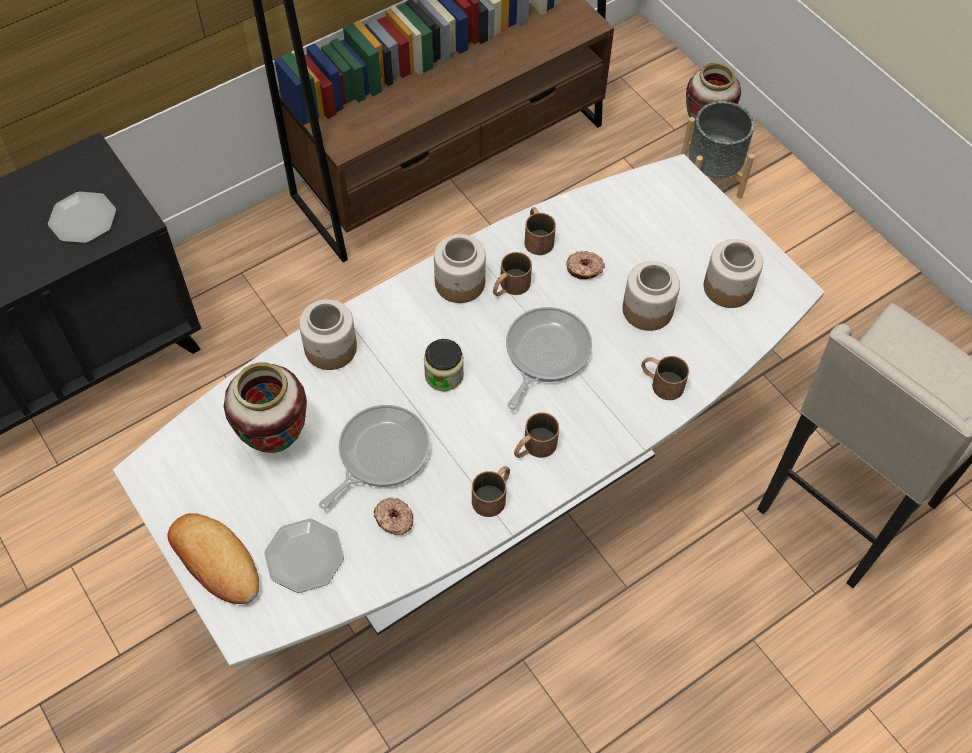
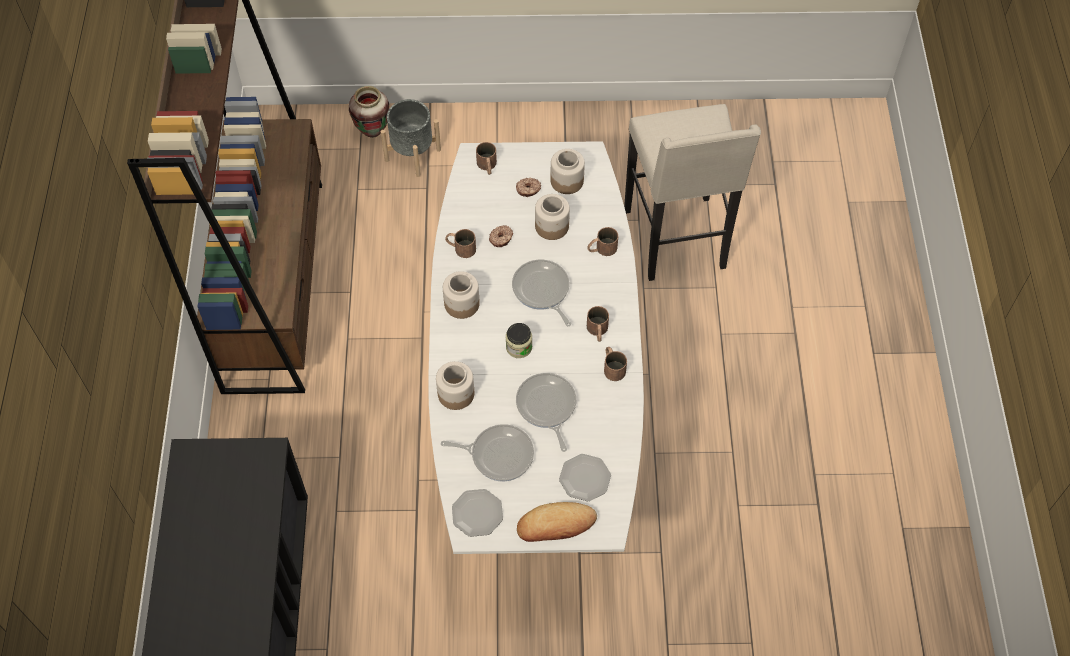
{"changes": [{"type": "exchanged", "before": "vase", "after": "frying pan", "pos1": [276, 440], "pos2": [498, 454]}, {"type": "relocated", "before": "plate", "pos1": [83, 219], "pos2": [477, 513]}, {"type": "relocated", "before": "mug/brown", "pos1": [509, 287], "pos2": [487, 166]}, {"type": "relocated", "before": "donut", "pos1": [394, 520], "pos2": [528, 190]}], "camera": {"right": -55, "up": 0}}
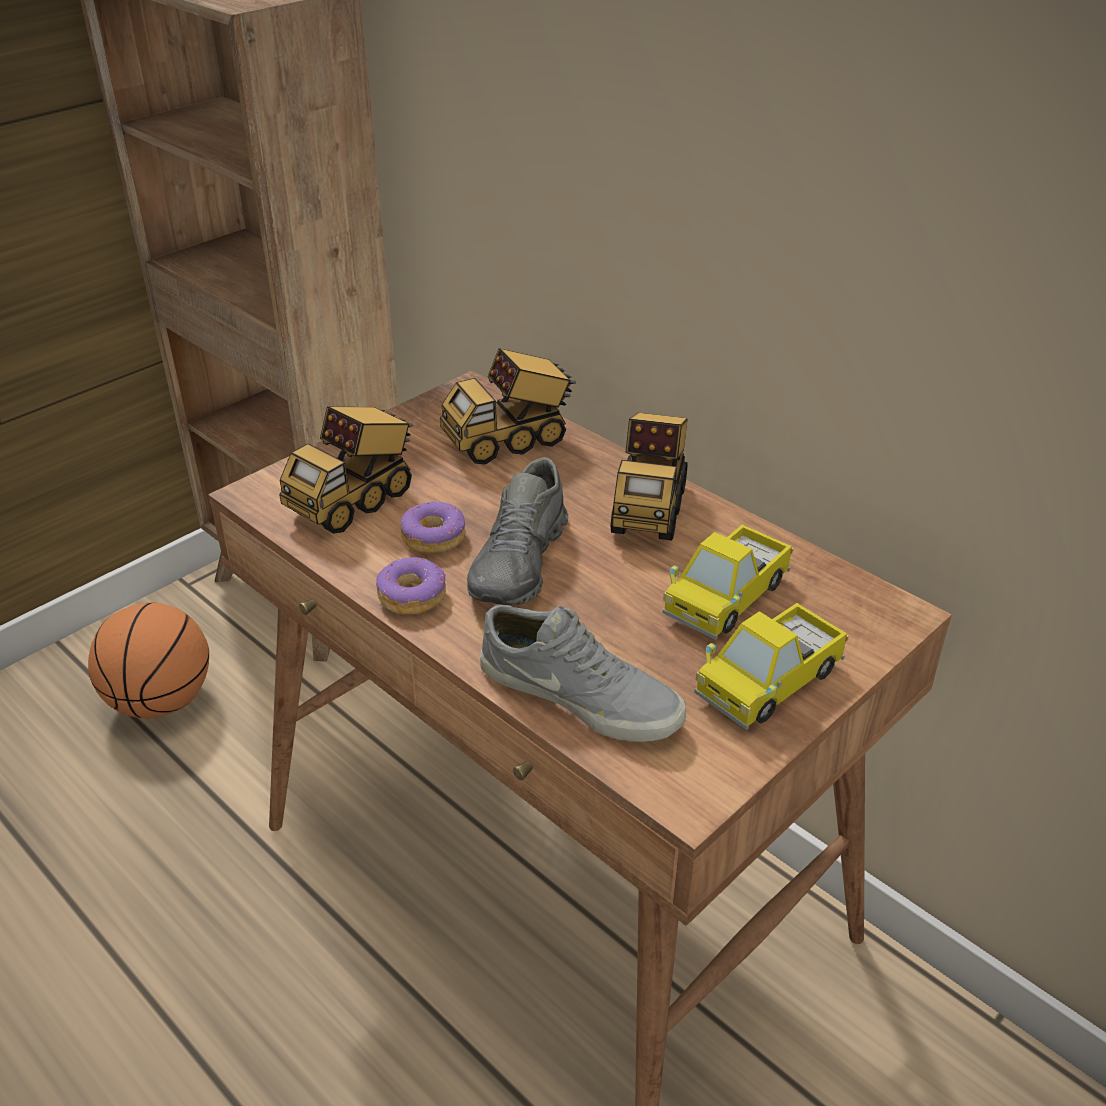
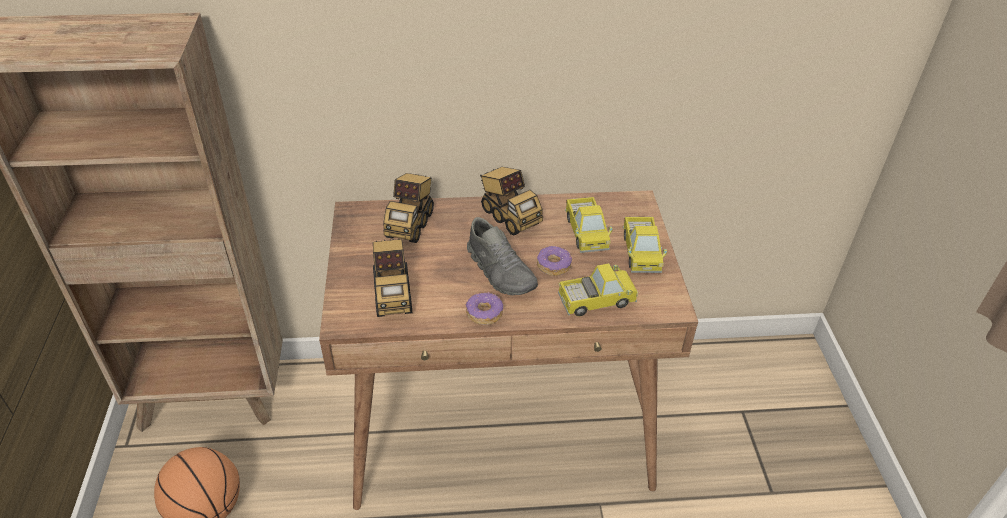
{"changes": [{"type": "relocated", "before": "donut", "pos1": [434, 537], "pos2": [553, 265]}, {"type": "exchanged", "before": "shoe/grey", "after": "toy truck", "pos1": [582, 693], "pos2": [596, 301]}], "camera": {"right": -50, "up": 5}}
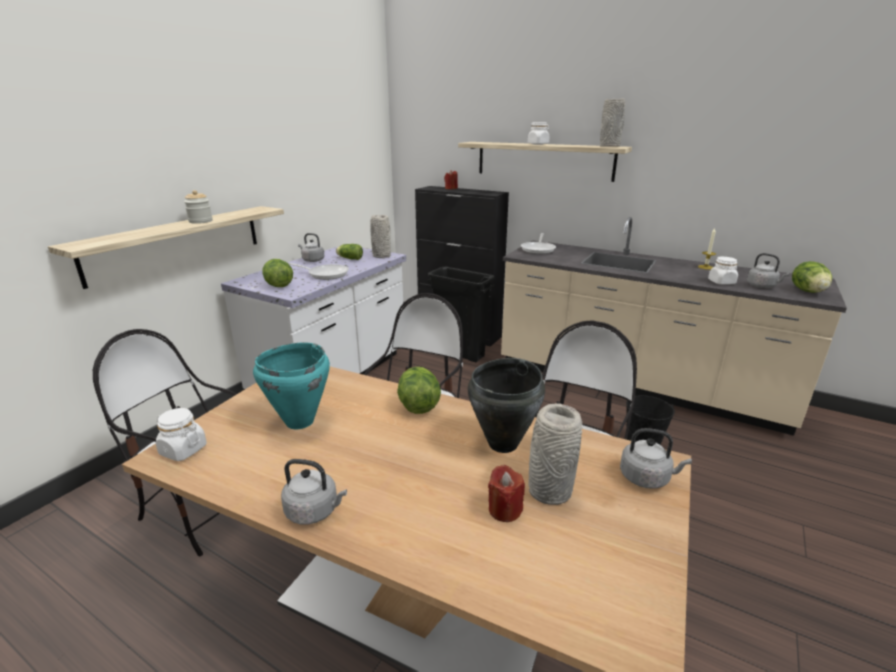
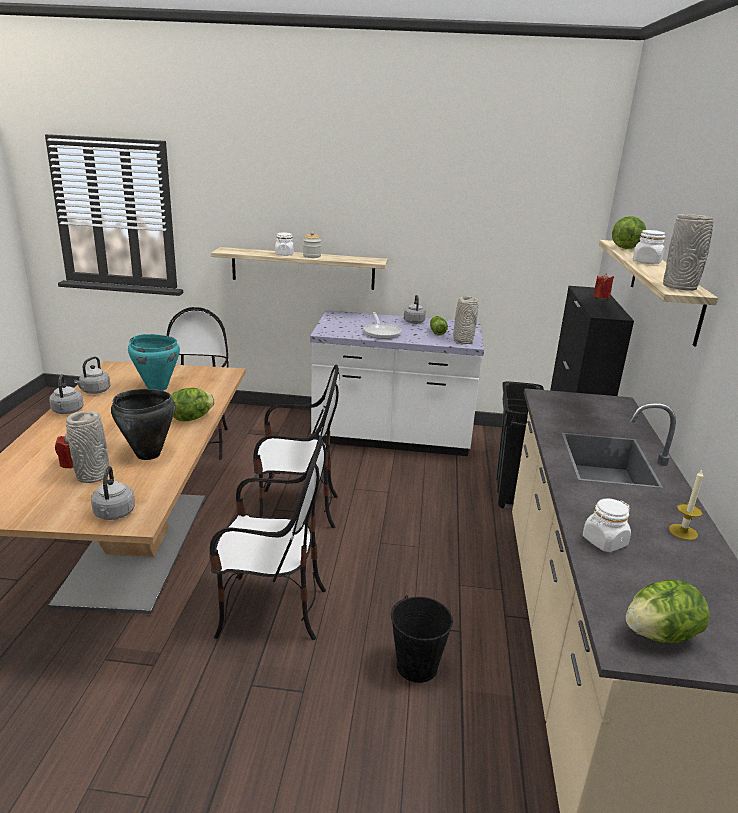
{"changes": [{"type": "relocated", "before": "kettle/grey", "pos1": [762, 286], "pos2": [94, 391]}, {"type": "relocated", "before": "jar/white", "pos1": [183, 450], "pos2": [284, 254]}, {"type": "relocated", "before": "lettuce", "pos1": [278, 285], "pos2": [625, 248]}, {"type": "missing", "before": "frying pan", "pos1": [538, 249]}], "camera": {"right": 65, "up": 0}}
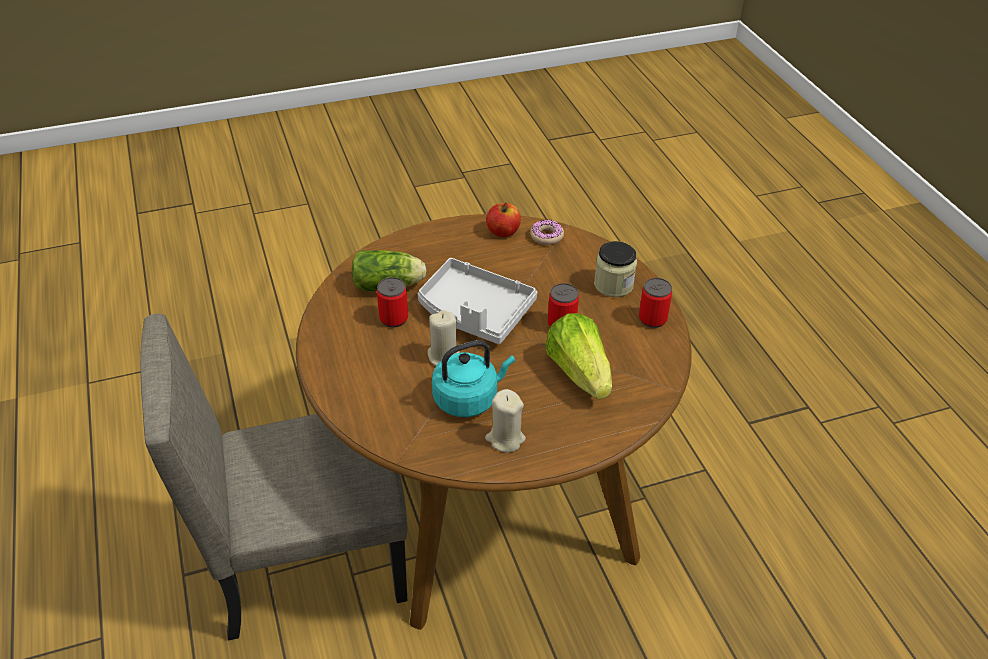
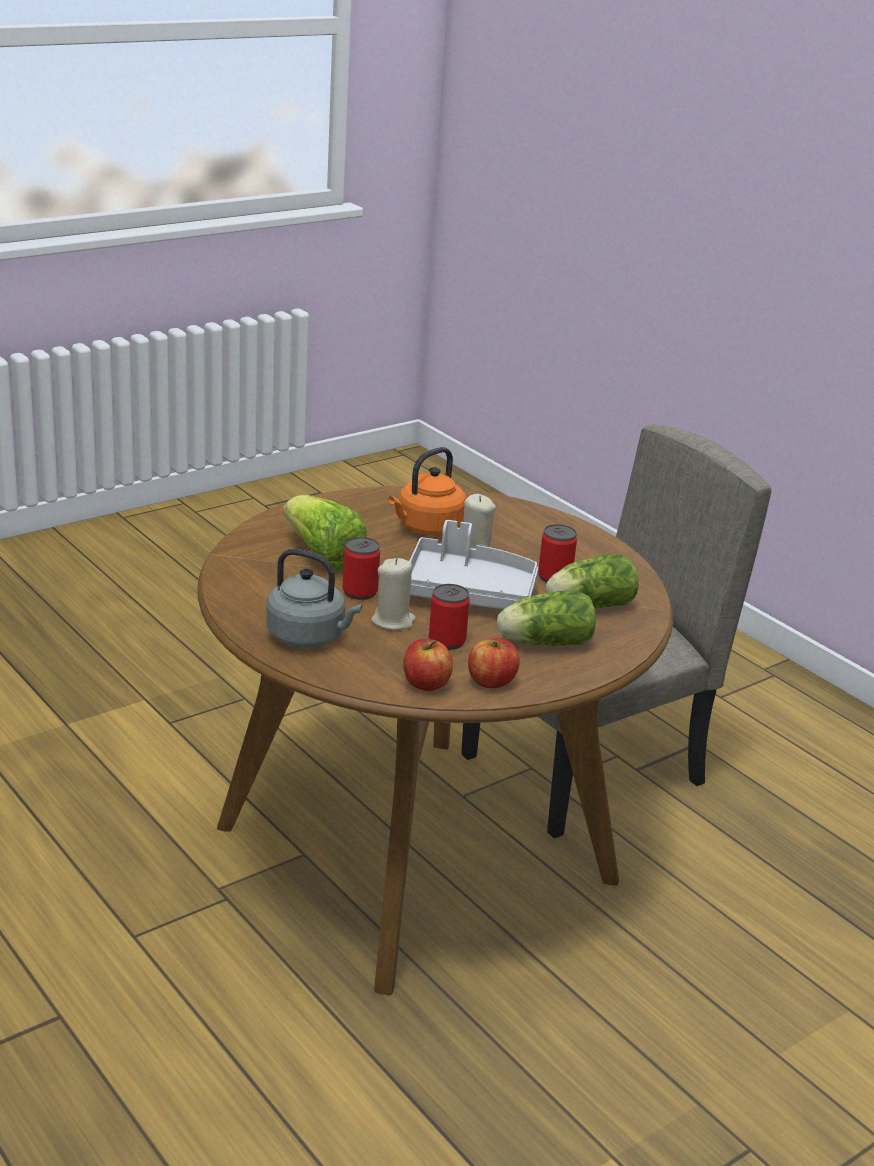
{"changes": [{"type": "exchanged", "before": "jar", "after": "kettle/grey", "pos1": [613, 285], "pos2": [309, 637]}, {"type": "relocated", "before": "candle/beige", "pos1": [505, 438], "pos2": [393, 621]}, {"type": "colour", "before": "kettle/turquoise", "after": "kettle/orange", "pos1": [469, 398], "pos2": [427, 528]}, {"type": "exchanged", "before": "donut", "after": "apple", "pos1": [546, 236], "pos2": [426, 683]}, {"type": "relocated", "before": "can", "pos1": [652, 319], "pos2": [447, 641]}, {"type": "appeared", "after": "lettuce", "pos2": [542, 642]}], "camera": {"right": 160, "up": -15}}
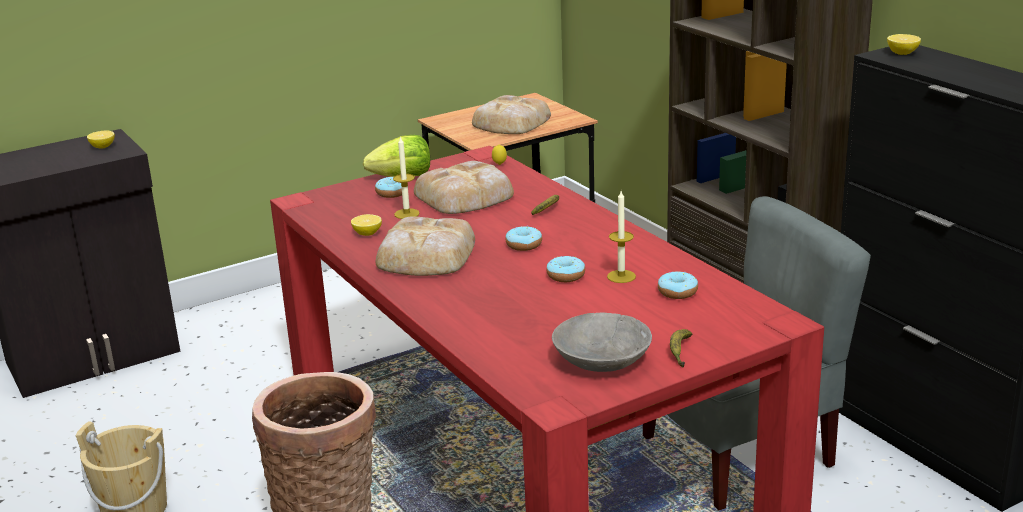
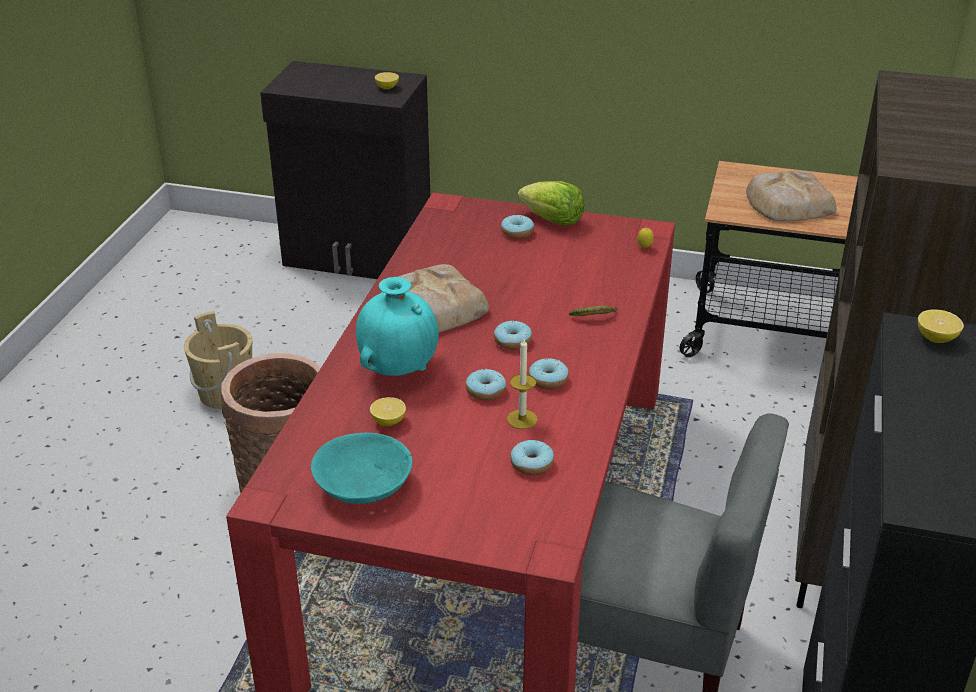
{"changes": [{"type": "colour", "before": "bowl/grey", "after": "bowl/turquoise", "pos1": [601, 361], "pos2": [362, 486]}, {"type": "appeared", "after": "vase/turquoise", "pos2": [399, 370]}, {"type": "relocated", "before": "lemon", "pos1": [367, 233], "pos2": [388, 421]}, {"type": "appeared", "after": "donut", "pos2": [548, 380]}, {"type": "missing", "before": "candle", "pos1": [406, 214]}, {"type": "missing", "before": "bread", "pos1": [466, 196]}, {"type": "missing", "before": "banana", "pos1": [680, 352]}], "camera": {"right": 45, "up": 10}}
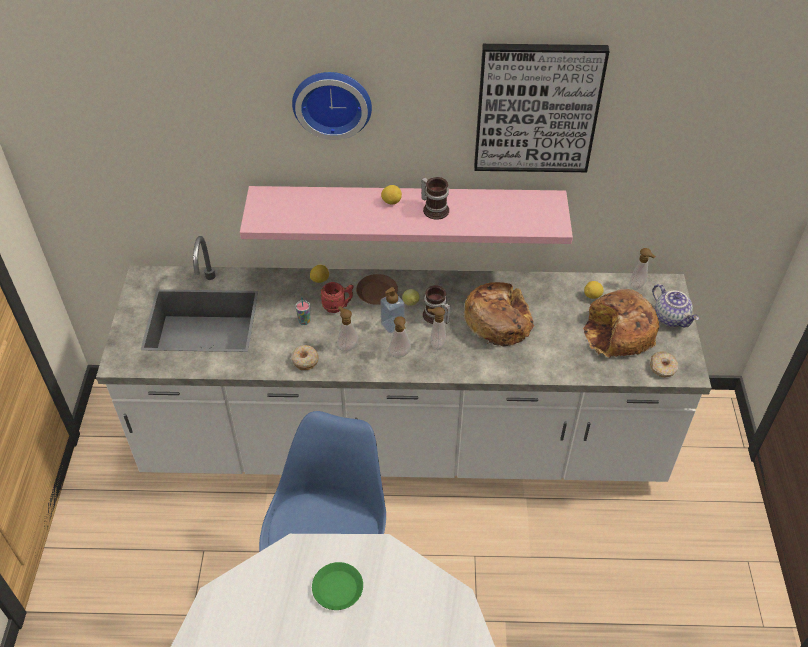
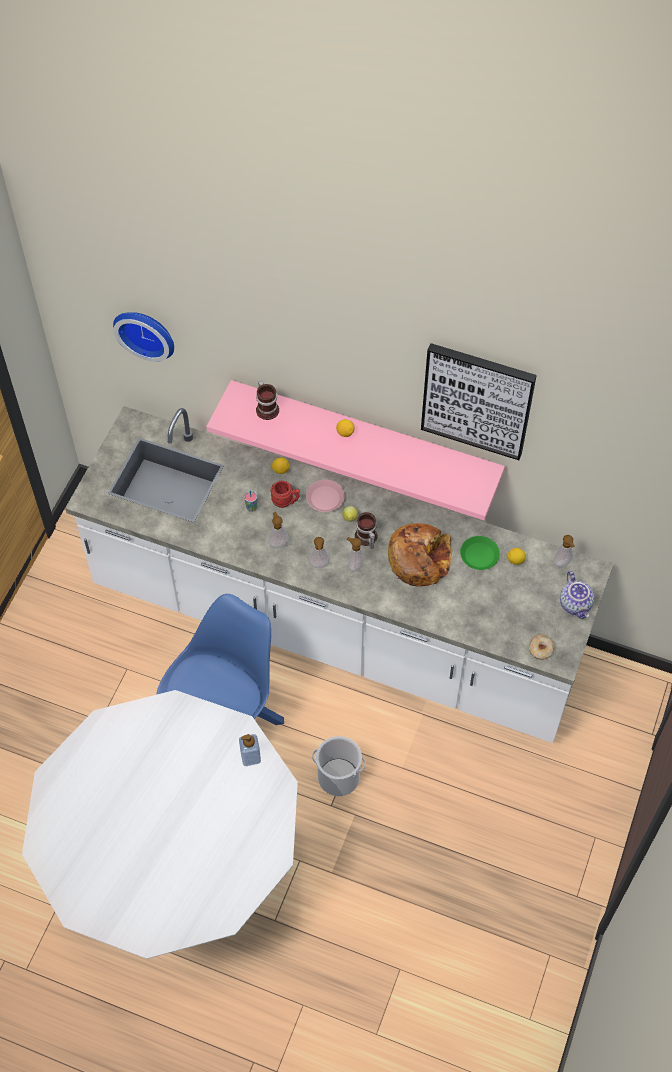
{"changes": [{"type": "relocated", "before": "wall clock", "pos1": [332, 102], "pos2": [146, 331]}, {"type": "relocated", "before": "soap dispenser", "pos1": [392, 325], "pos2": [250, 757]}, {"type": "relocated", "before": "mug", "pos1": [435, 208], "pos2": [267, 408]}, {"type": "colour", "before": "plate/brown", "after": "plate/pink", "pos1": [377, 292], "pos2": [325, 498]}, {"type": "appeared", "after": "bucket", "pos2": [338, 777]}, {"type": "relocated", "before": "plate/green", "pos1": [337, 588], "pos2": [479, 555]}, {"type": "missing", "before": "donut", "pos1": [305, 360]}, {"type": "missing", "before": "bread", "pos1": [618, 333]}], "camera": {"right": 20, "up": 10}}
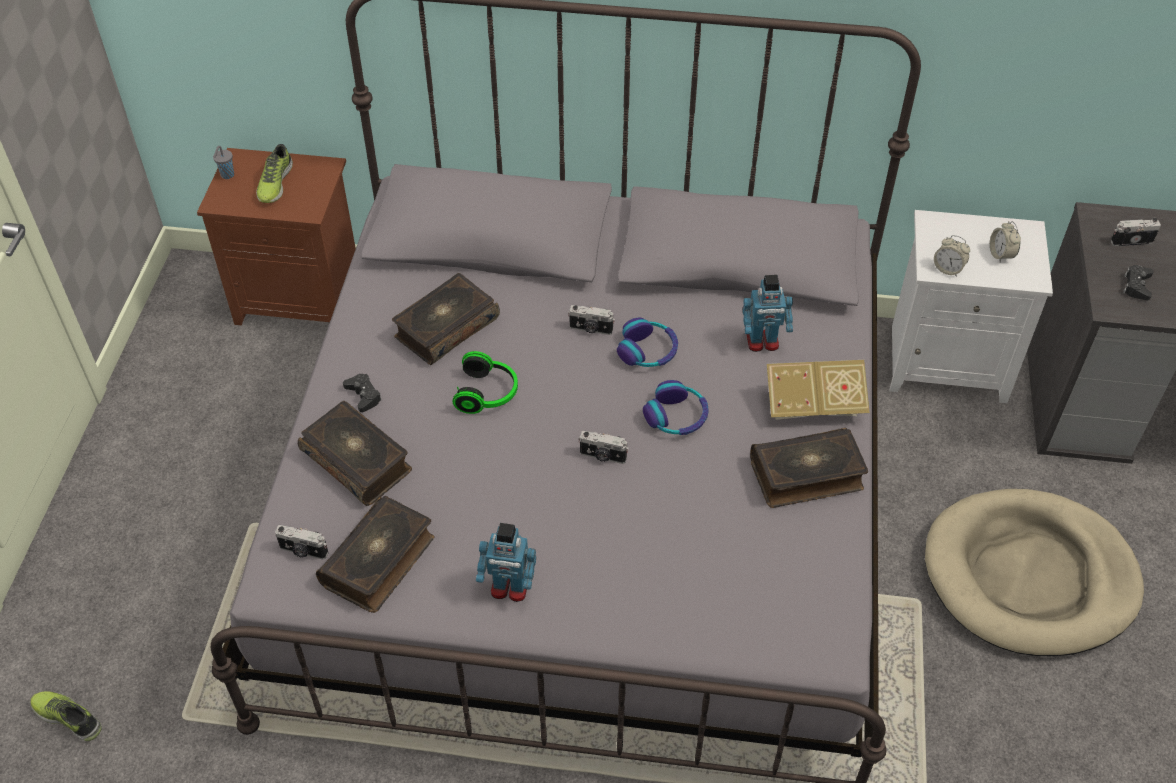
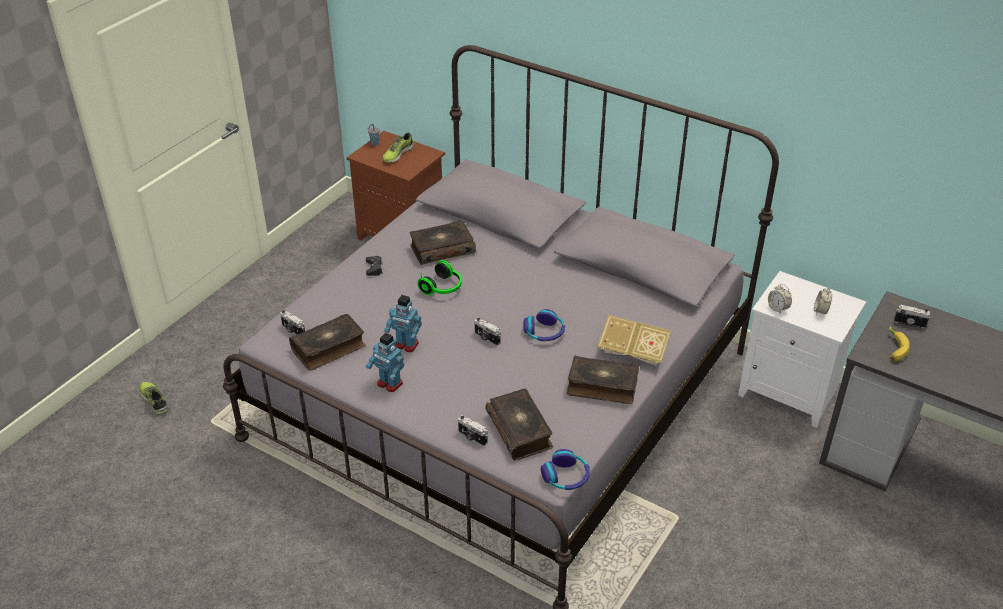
{"changes": [{"type": "relocated", "before": "toy robot", "pos1": [762, 342], "pos2": [406, 345]}, {"type": "relocated", "before": "photo camera", "pos1": [591, 329], "pos2": [472, 437]}, {"type": "relocated", "before": "book", "pos1": [358, 461], "pos2": [520, 431]}, {"type": "relocated", "before": "headphones", "pos1": [648, 351], "pos2": [566, 476]}, {"type": "exchanged", "before": "game controller/black", "after": "banana", "pos1": [1136, 286], "pos2": [893, 348]}, {"type": "missing", "before": "dog bed/beige", "pos1": [1029, 577]}], "camera": {"right": 25, "up": -10}}
